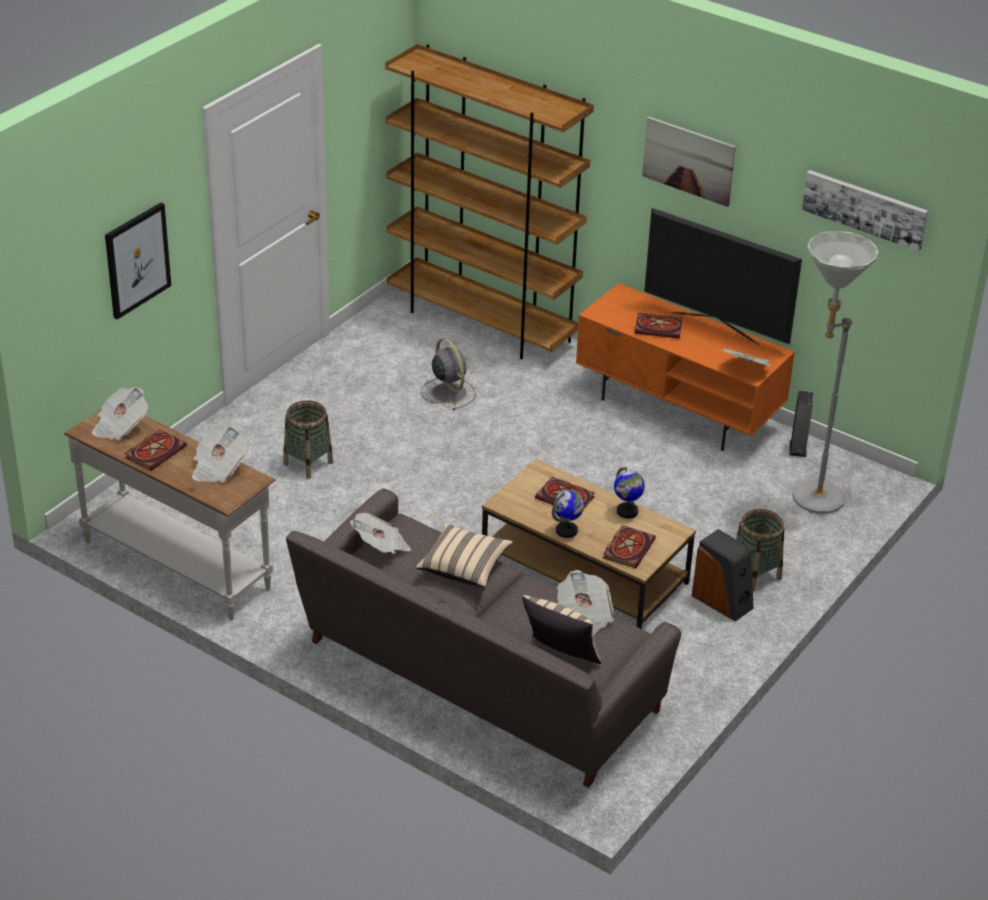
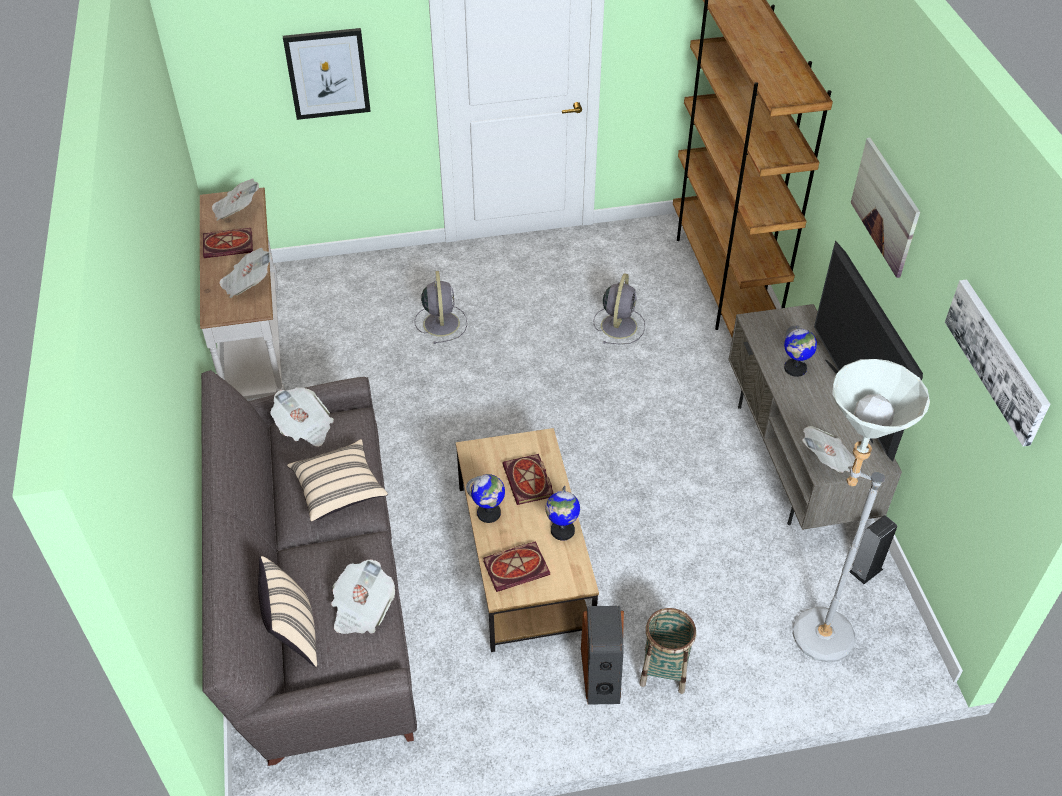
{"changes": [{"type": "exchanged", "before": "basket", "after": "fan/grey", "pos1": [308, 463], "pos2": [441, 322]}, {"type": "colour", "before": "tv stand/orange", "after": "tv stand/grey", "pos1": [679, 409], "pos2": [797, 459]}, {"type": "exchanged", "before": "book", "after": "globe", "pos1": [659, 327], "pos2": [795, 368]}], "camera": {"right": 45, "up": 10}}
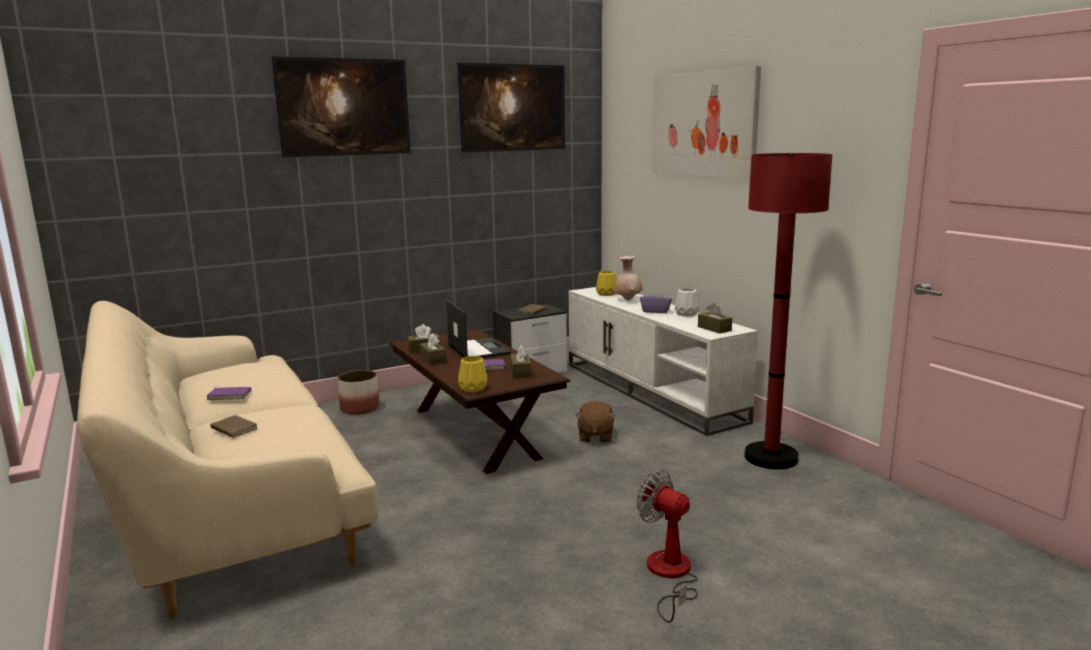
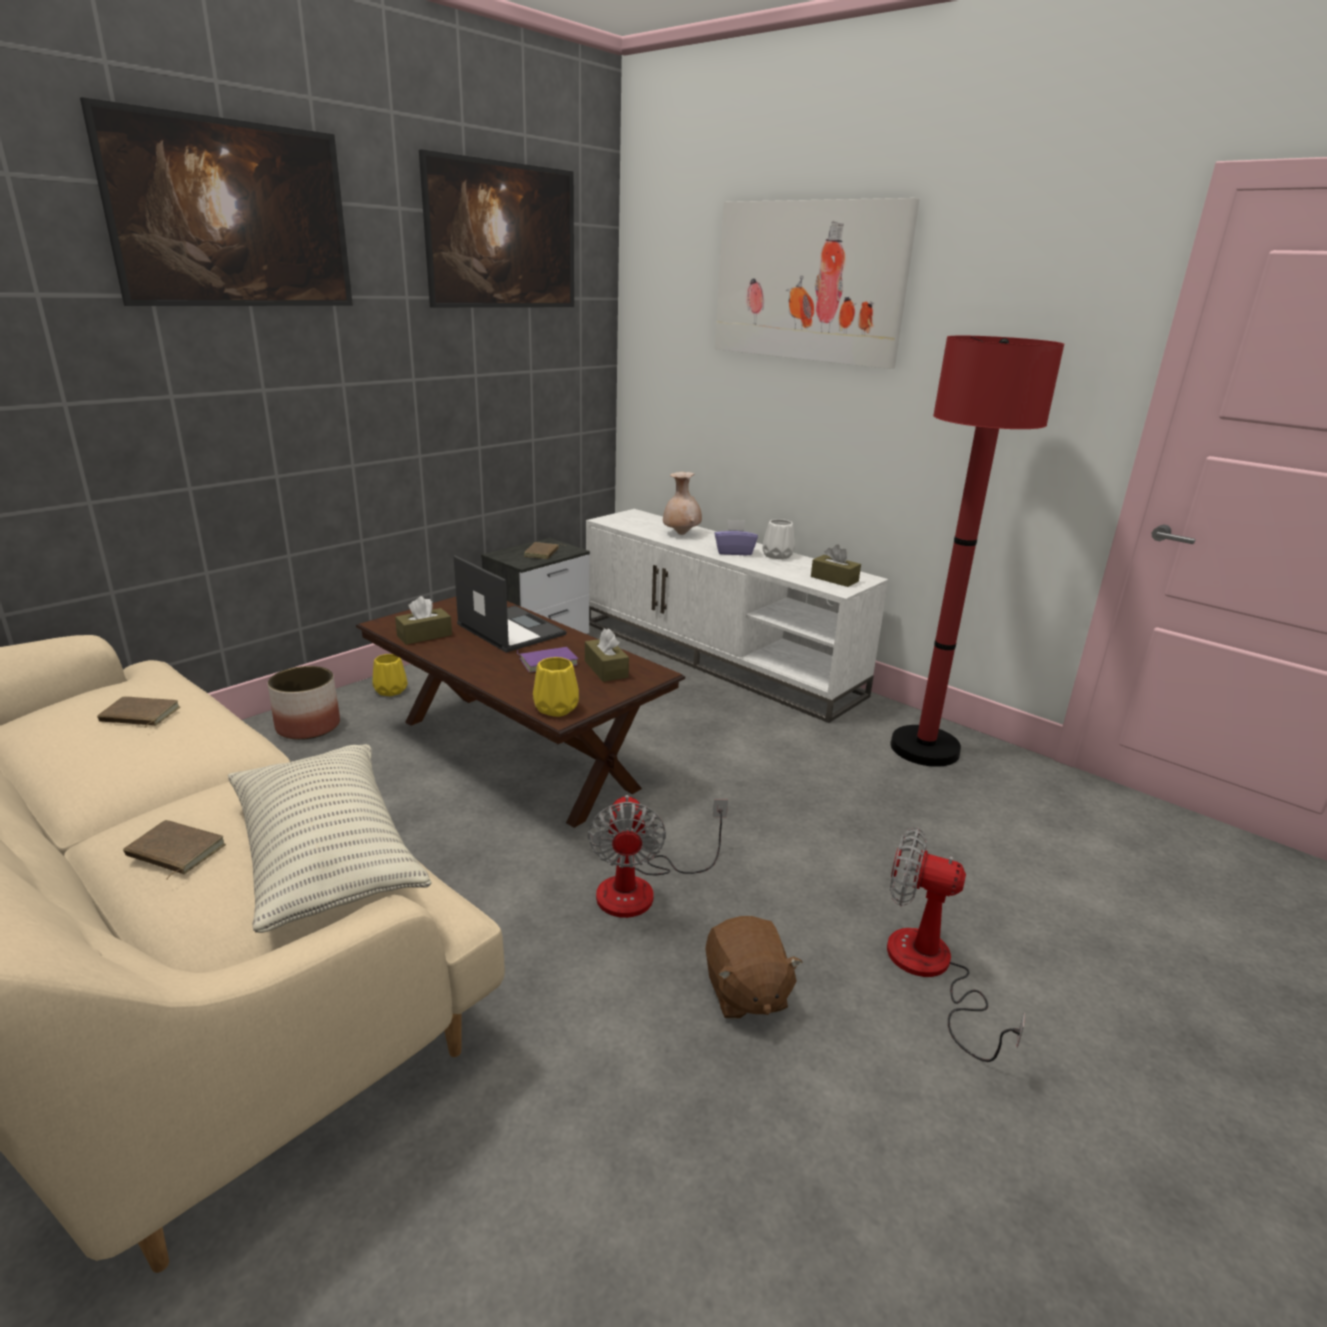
{"changes": [{"type": "appeared", "after": "book/brown", "pos2": [138, 716]}, {"type": "appeared", "after": "pillow", "pos2": [326, 857]}, {"type": "relocated", "before": "vase/yellow", "pos1": [606, 294], "pos2": [391, 690]}, {"type": "appeared", "after": "fan", "pos2": [642, 888]}, {"type": "relocated", "before": "plush toy/brown", "pos1": [595, 436], "pos2": [745, 992]}, {"type": "missing", "before": "book/purple", "pos1": [230, 395]}, {"type": "missing", "before": "tissue box/brown", "pos1": [433, 359]}], "camera": {"right": -20, "up": 10}}
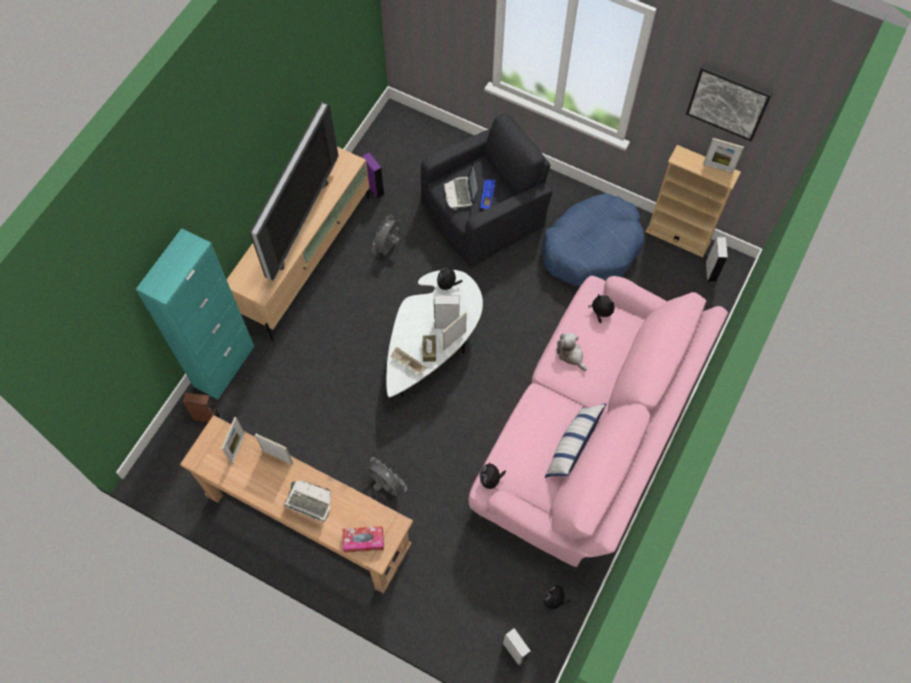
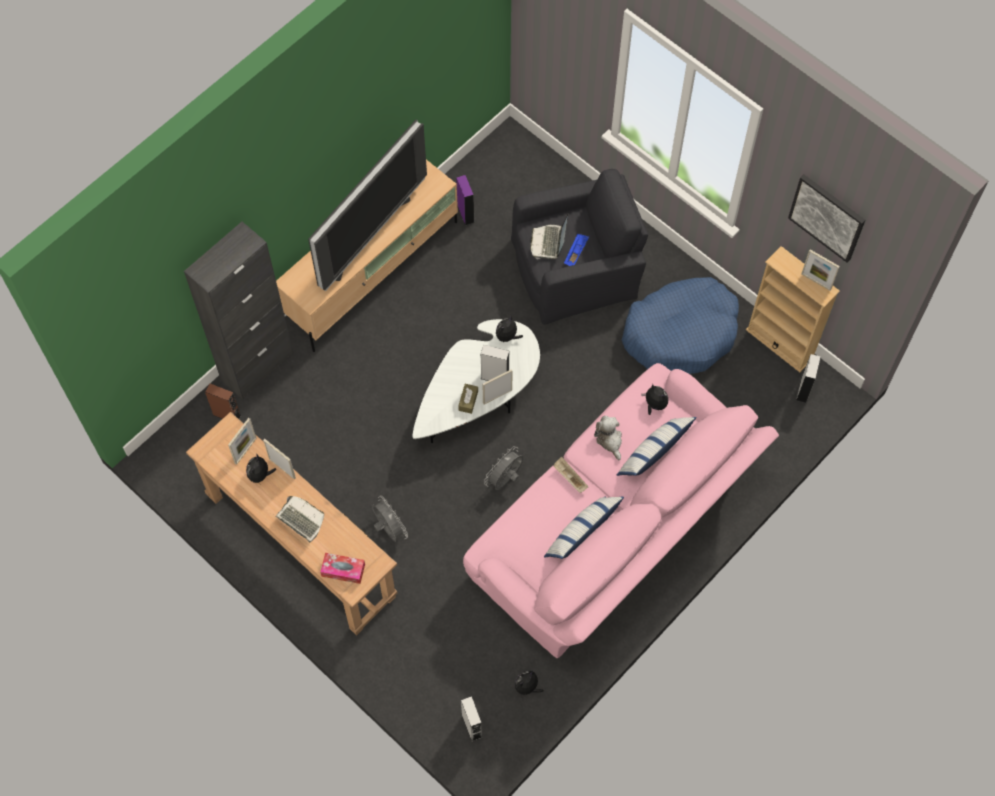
{"changes": [{"type": "colour", "before": "cabinet/turquoise", "after": "cabinet/black", "pos1": [224, 366], "pos2": [257, 366]}, {"type": "relocated", "before": "plush toy", "pos1": [491, 480], "pos2": [260, 475]}, {"type": "relocated", "before": "fan/grey", "pos1": [389, 247], "pos2": [505, 479]}, {"type": "relocated", "before": "tray/beige", "pos1": [408, 363], "pos2": [569, 478]}, {"type": "appeared", "after": "pillow", "pos2": [653, 453]}], "camera": {"right": 15, "up": 0}}
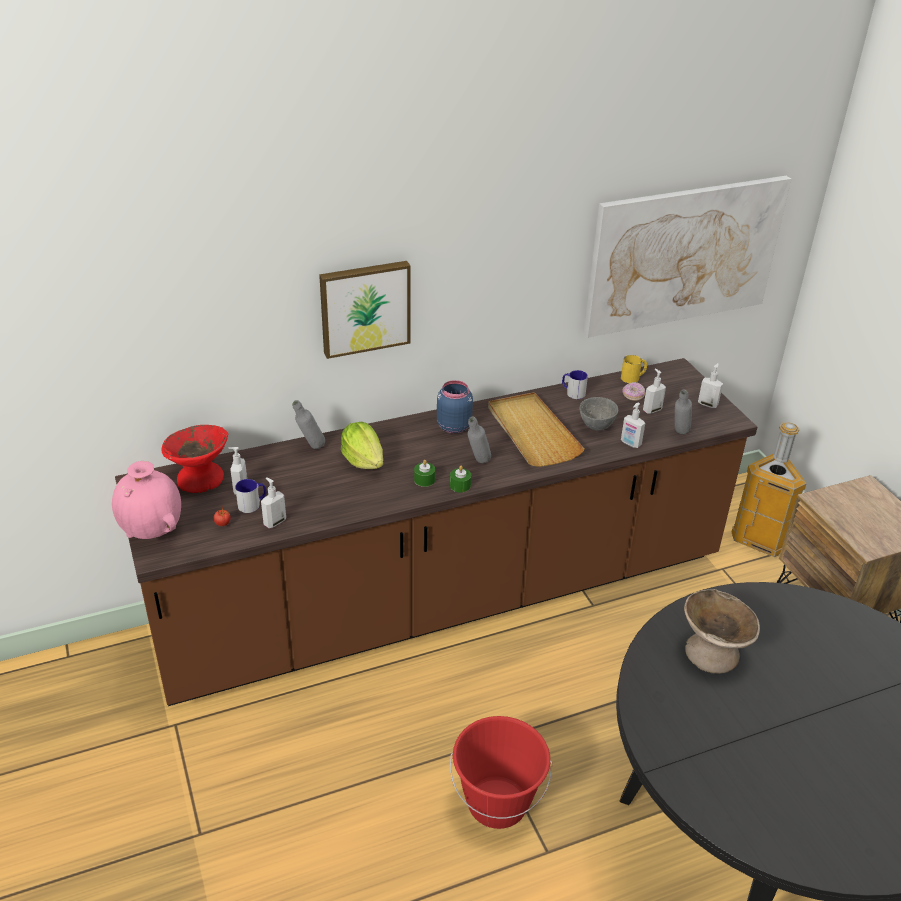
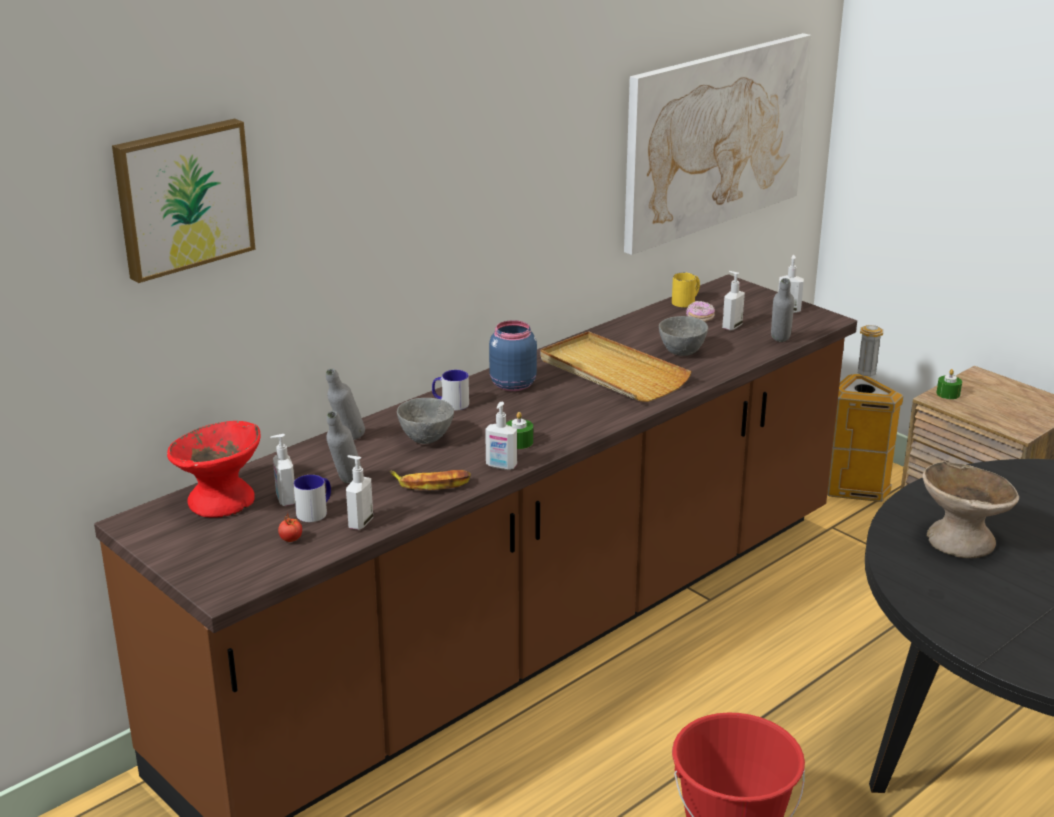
{"changes": [{"type": "relocated", "before": "picture", "pos1": [364, 307], "pos2": [182, 197]}, {"type": "relocated", "before": "bottle/grey", "pos1": [477, 463], "pos2": [346, 484]}, {"type": "appeared", "after": "banana", "pos2": [431, 483]}, {"type": "exchanged", "before": "lettuce", "after": "bowl/grey", "pos1": [363, 460], "pos2": [426, 439]}, {"type": "relocated", "before": "mug", "pos1": [572, 392], "pos2": [450, 404]}, {"type": "relocated", "before": "soap dispenser", "pos1": [630, 443], "pos2": [501, 466]}, {"type": "relocated", "before": "candle/green", "pos1": [460, 485], "pos2": [948, 394]}, {"type": "missing", "before": "vase/pink", "pos1": [153, 532]}], "camera": {"right": -20, "up": -10}}
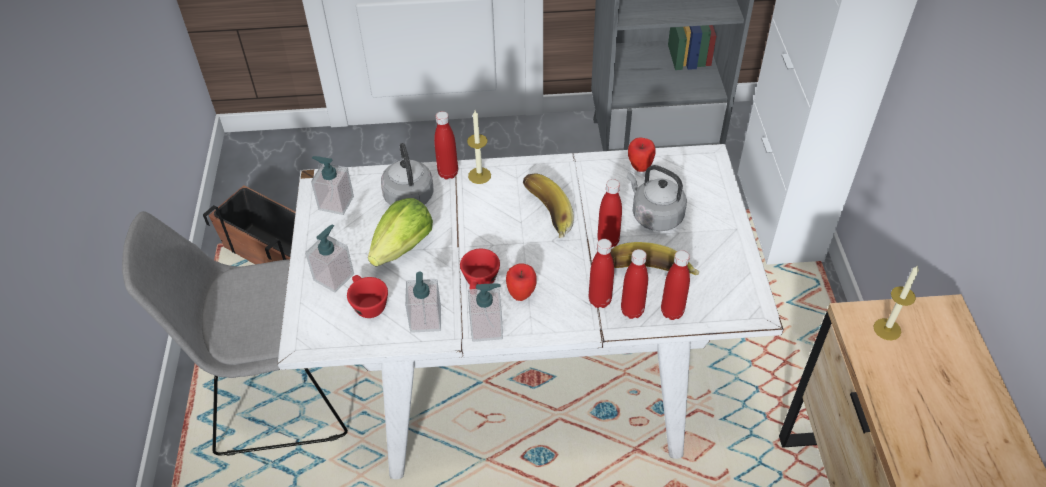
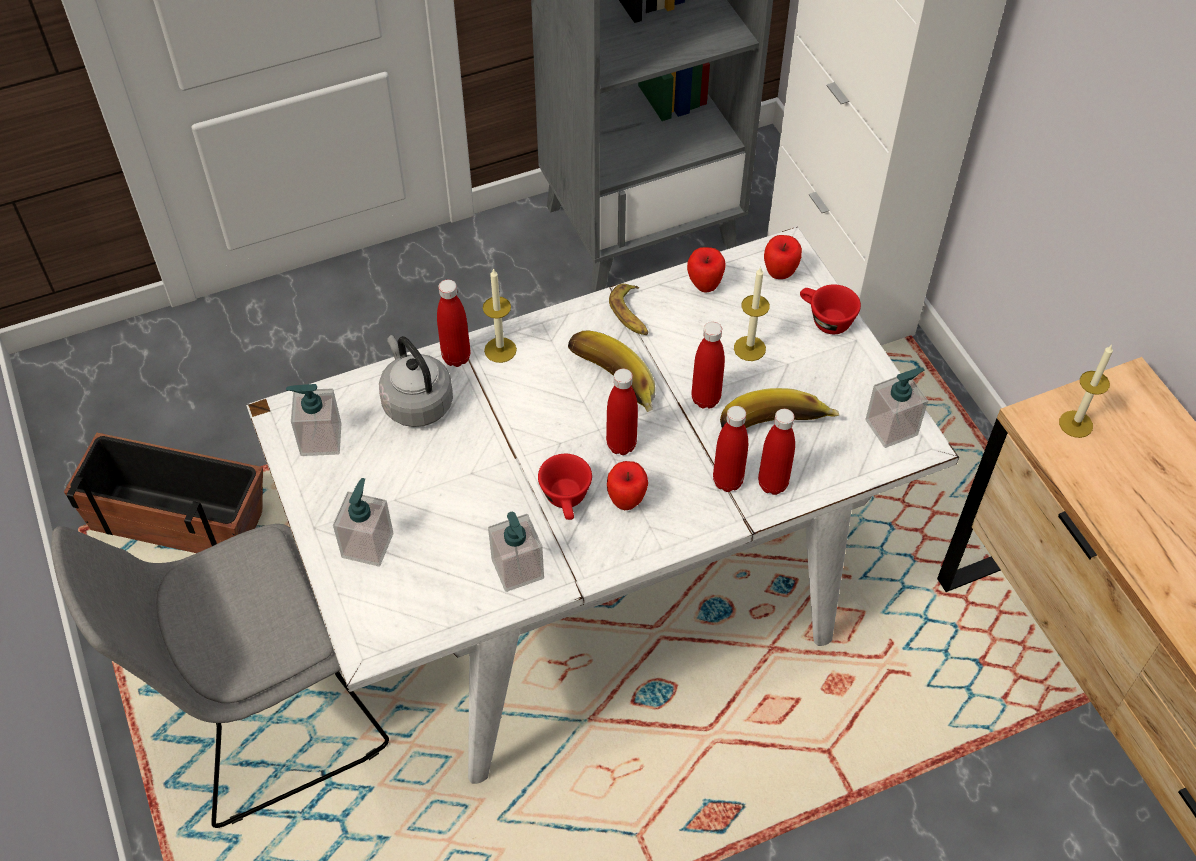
{"changes": [{"type": "relocated", "before": "bottle/red", "pos1": [672, 312], "pos2": [621, 445]}, {"type": "appeared", "after": "banana", "pos2": [631, 314]}, {"type": "exchanged", "before": "kettle/grey", "after": "candle", "pos1": [654, 215], "pos2": [749, 348]}, {"type": "appeared", "after": "apple", "pos2": [779, 274]}, {"type": "relocated", "before": "cup/red", "pos1": [367, 304], "pos2": [825, 320]}, {"type": "relocated", "before": "soap dispenser", "pos1": [486, 328], "pos2": [891, 427]}, {"type": "missing", "before": "lettuce", "pos1": [403, 247]}], "camera": {"right": -20, "up": 5}}
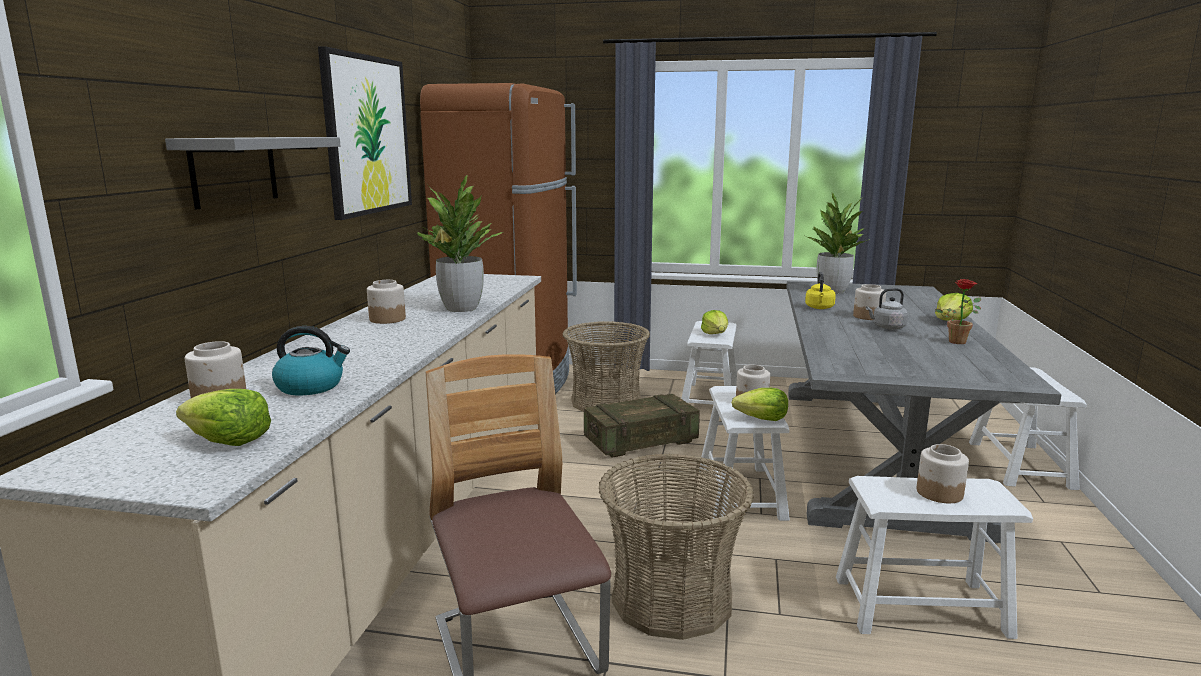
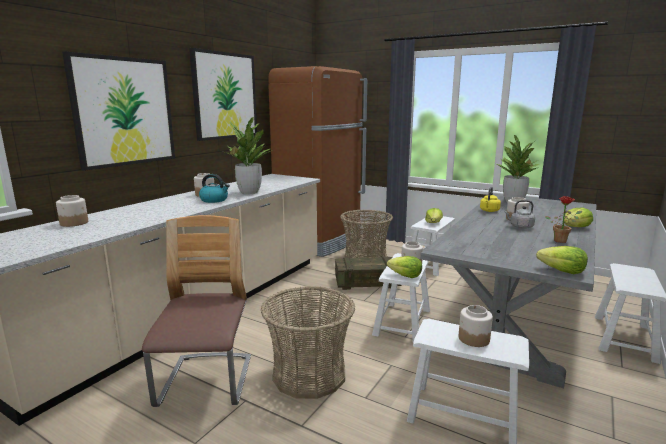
{"changes": [{"type": "exchanged", "before": "shelf/grey", "after": "picture", "pos1": [234, 170], "pos2": [124, 111]}, {"type": "relocated", "before": "kettle", "pos1": [311, 386], "pos2": [214, 200]}, {"type": "relocated", "before": "lettuce", "pos1": [228, 441], "pos2": [562, 271]}], "camera": {"right": 20, "up": 0}}
